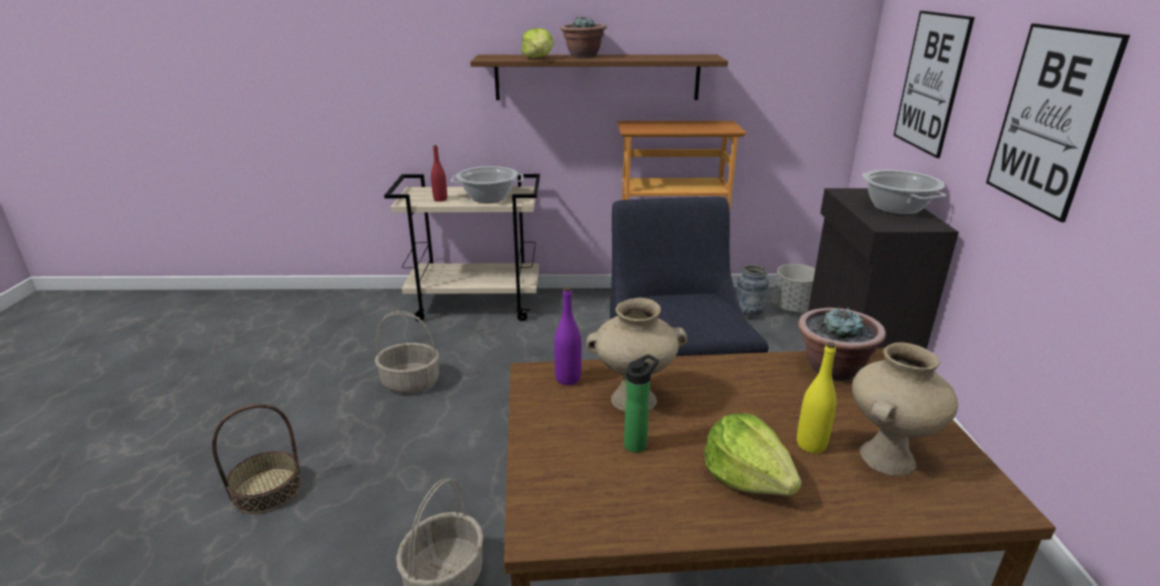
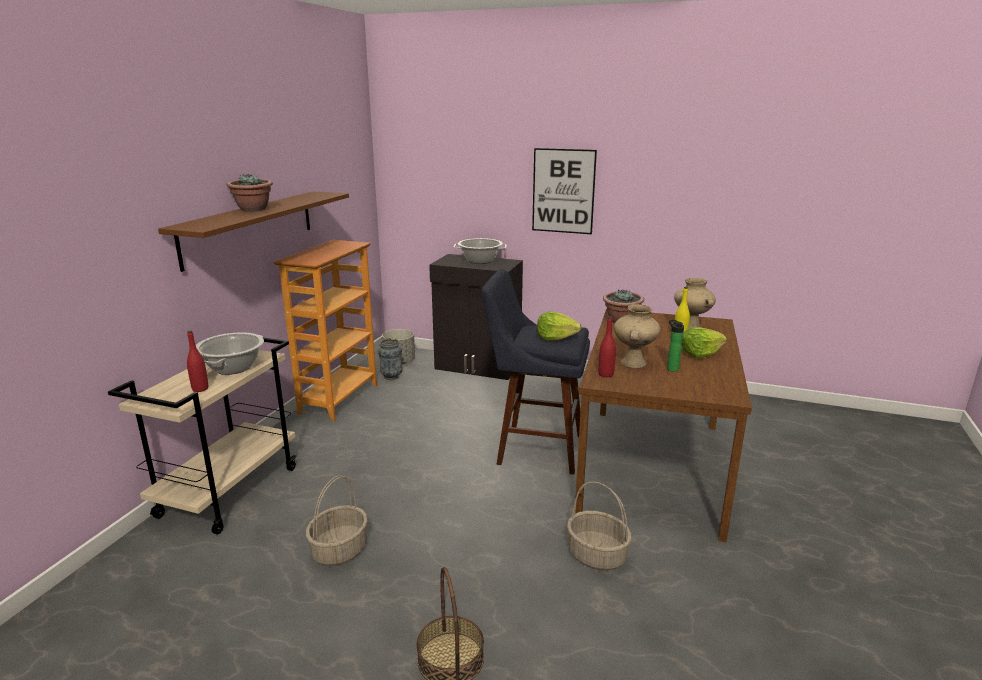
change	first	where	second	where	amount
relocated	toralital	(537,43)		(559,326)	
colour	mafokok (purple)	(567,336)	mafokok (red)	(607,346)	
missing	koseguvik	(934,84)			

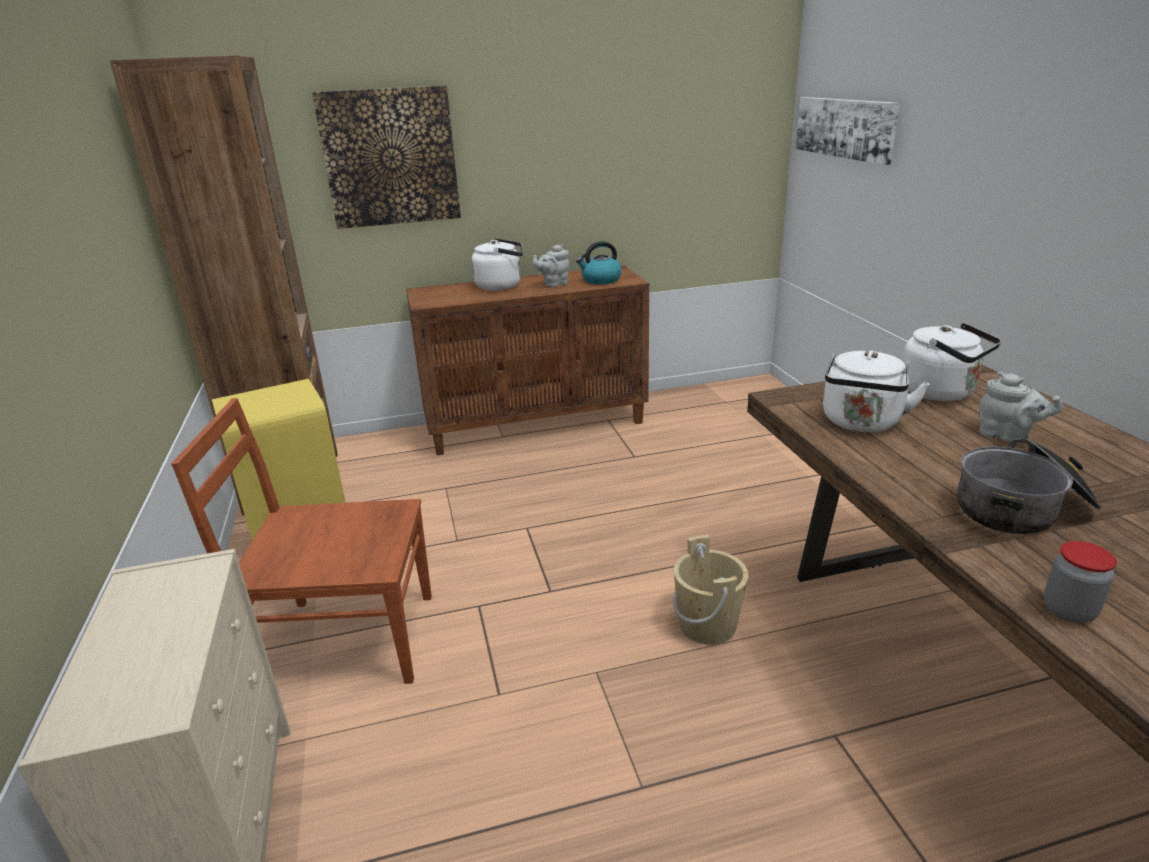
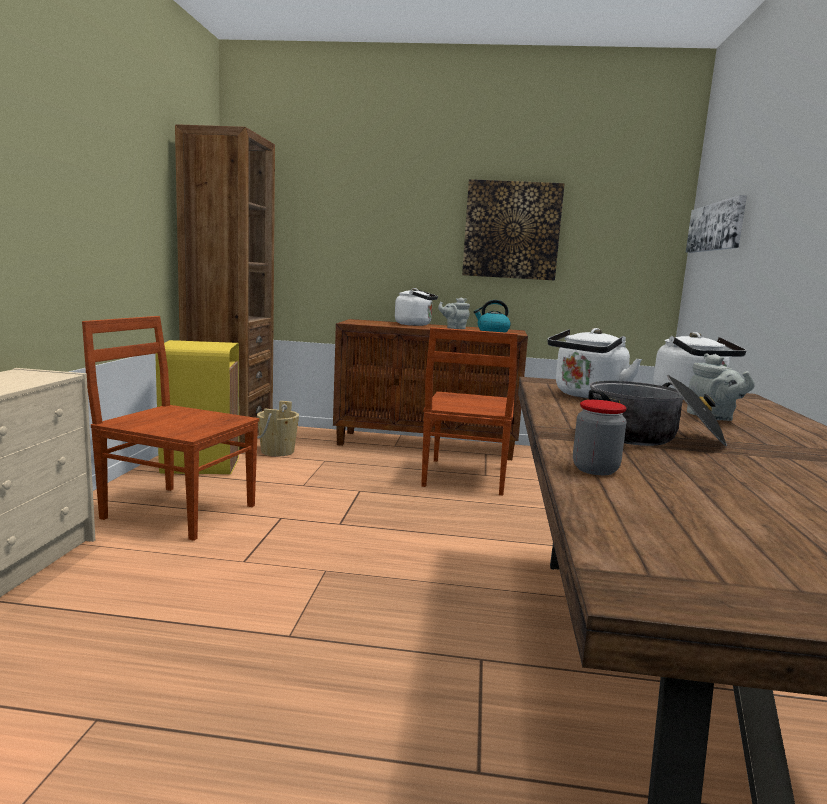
change	first	where	second	where	amount
relocated	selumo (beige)	(711,590)		(278,428)	
appeared			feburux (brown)	(469,411)	
relocated	koseguvik	(386,157)		(513,229)	

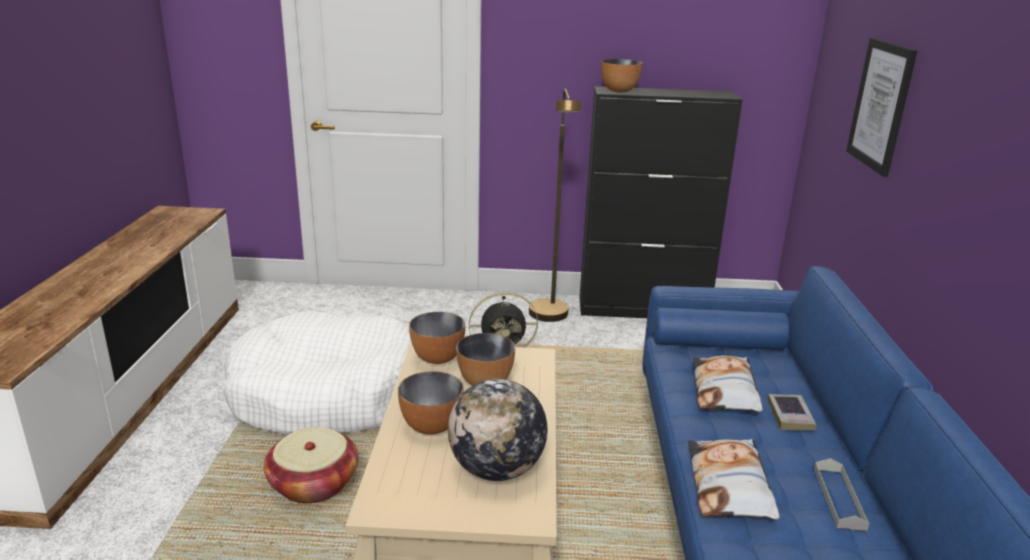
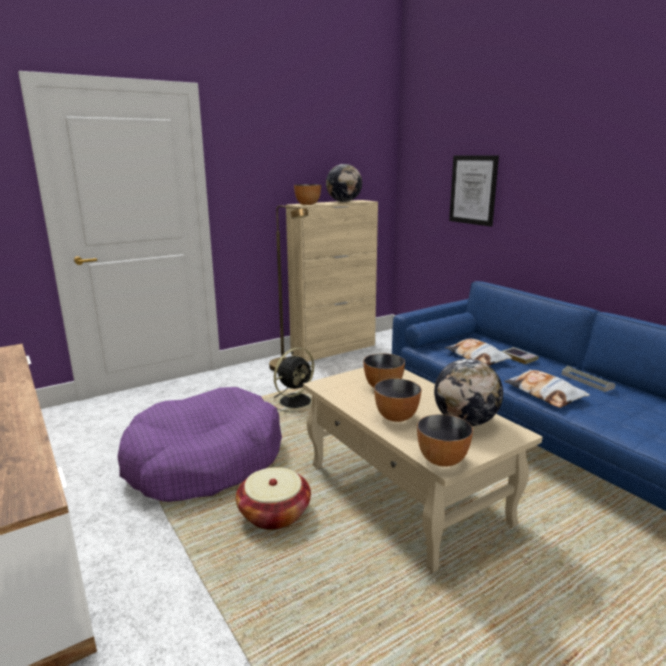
change	first	where	second	where	amount
colour	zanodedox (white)	(317,374)	zanodedox (purple)	(199,444)	
colour	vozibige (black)	(661,202)	vozibige (beige)	(332,281)	
appeared			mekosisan	(344,183)	
relocated	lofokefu	(437,338)		(445,440)	

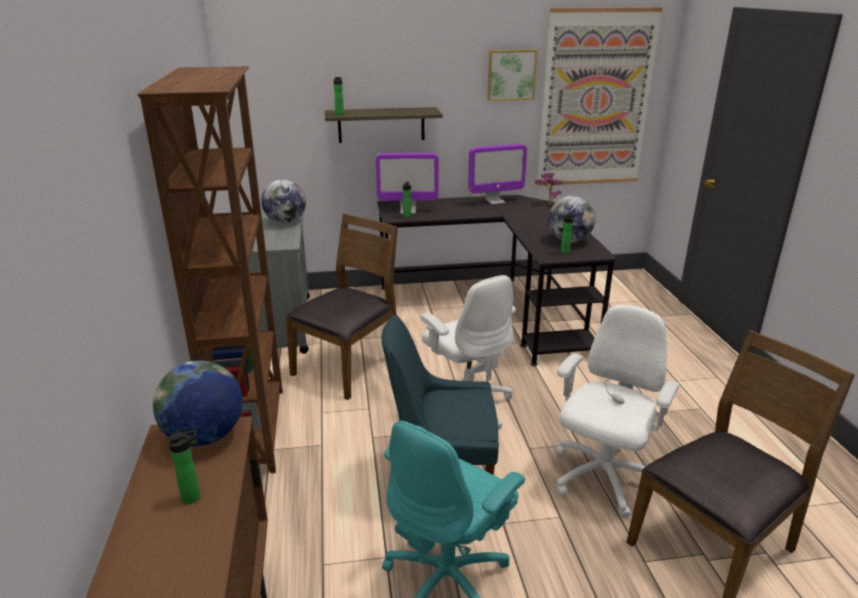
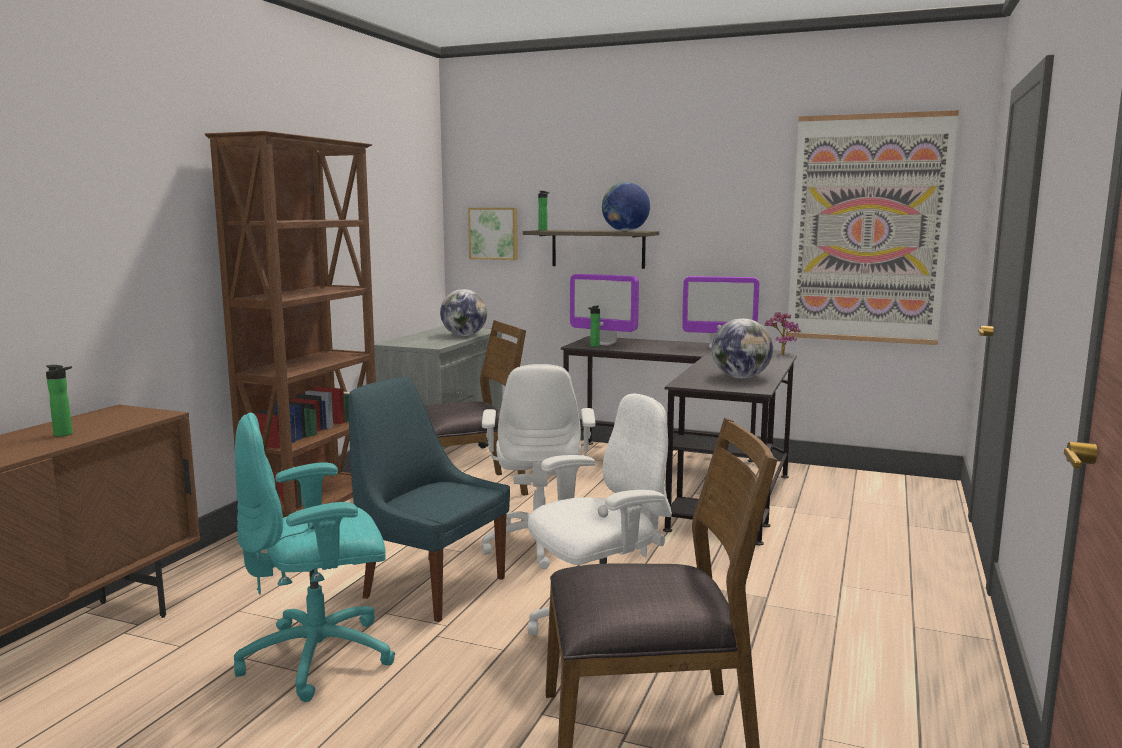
change	first	where	second	where	amount
relocated	koseguvik	(512,75)		(493,234)	
relocated	mekosisan	(198,403)		(626,206)	
missing	mafokok	(567,234)			

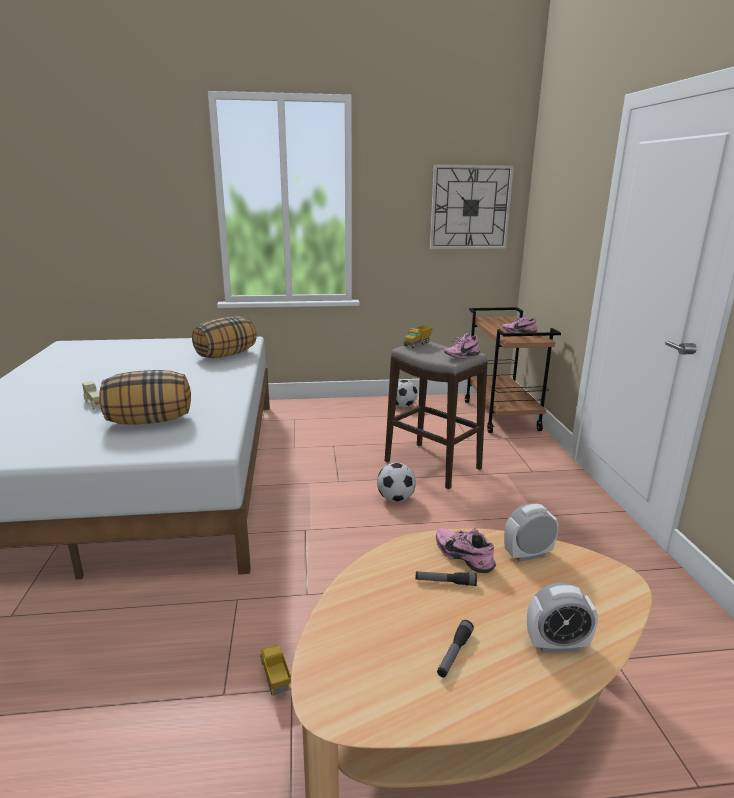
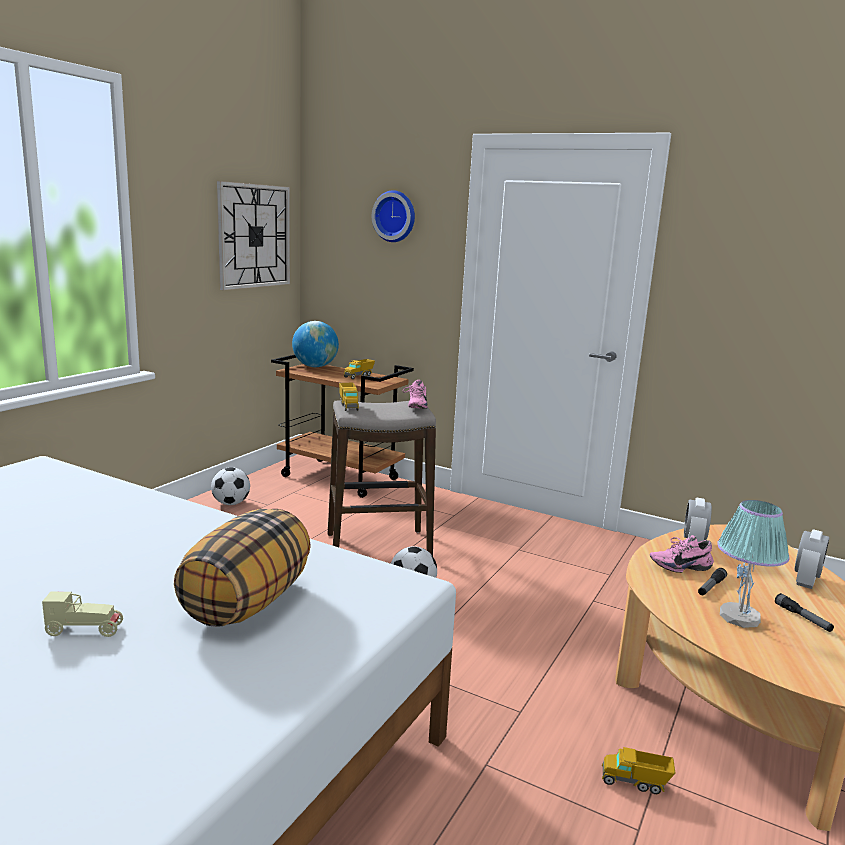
change	first	where	second	where	amount
appeared			mekosisan	(315,344)	
exchanged	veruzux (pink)	(519,323)	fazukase	(359,369)	
appeared			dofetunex	(393,216)	
appeared			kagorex	(753,564)	
missing	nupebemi	(224,337)			

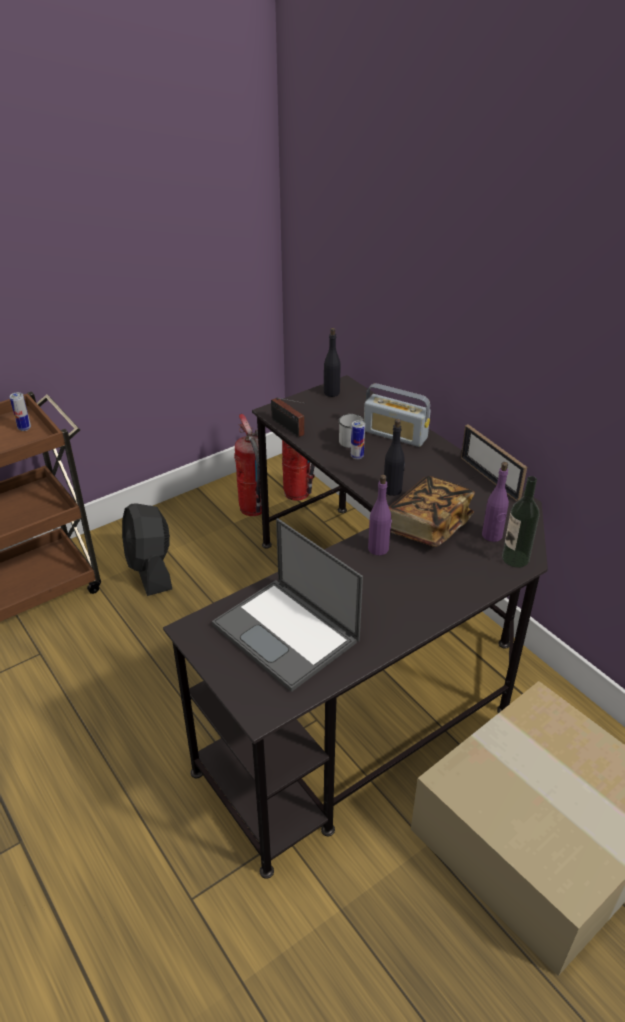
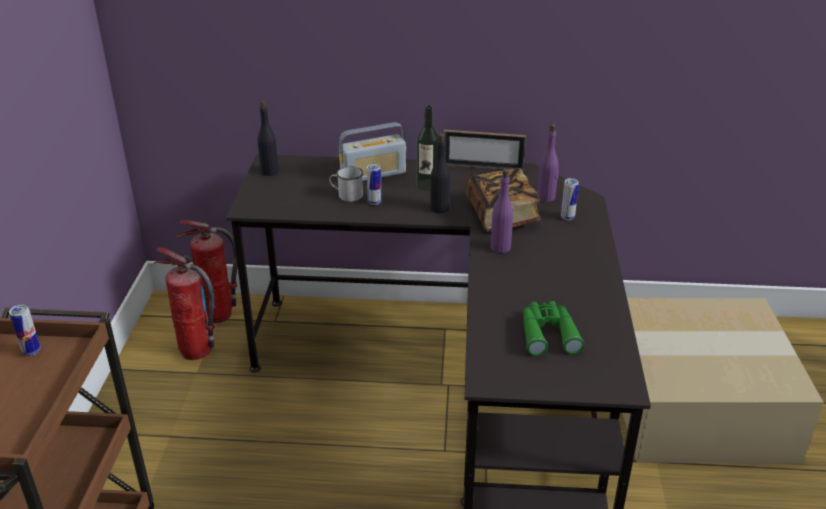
change	first	where	second	where	amount
relocated	mafokok	(521,522)		(427,148)	
exchanged	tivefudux	(287,605)	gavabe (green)	(553,328)	
appeared			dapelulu	(570,199)	
missing	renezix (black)	(147,549)			
missing	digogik	(288,417)			

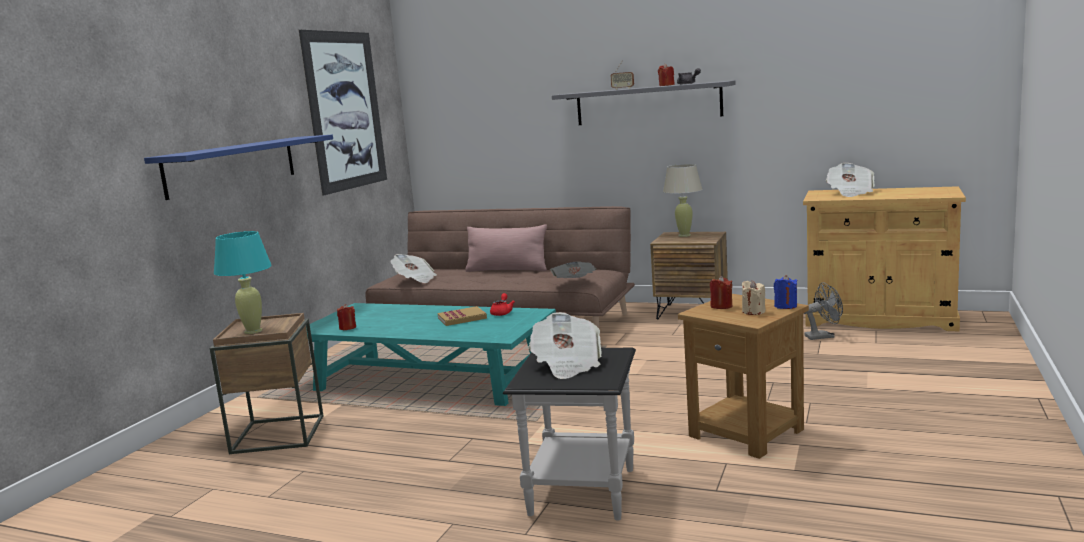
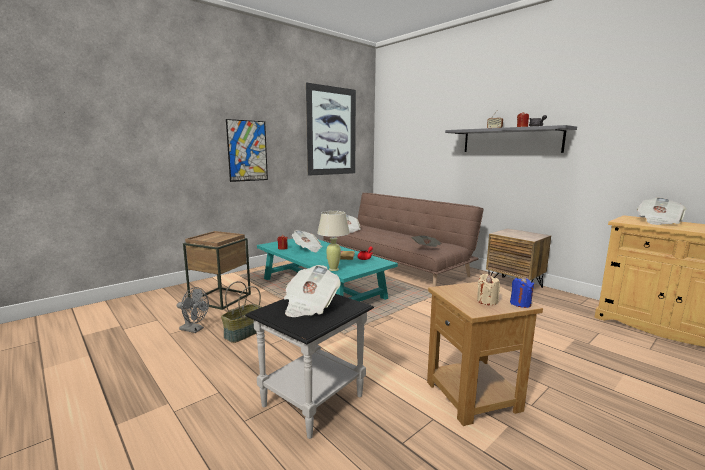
change	first	where	second	where	amount
relocated	renezix (grey)	(823,311)		(193,310)	
appeared			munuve	(241,312)	
exchanged	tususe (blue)	(238,167)	koseguvik	(247,150)	
appeared			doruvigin	(307,241)	
relocated	kagorex (beige)	(682,200)		(333,241)	
missing	kagorex (turquoise)	(243,282)			
missing	nupebemi (pink)	(506,248)			
missing	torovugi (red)	(721,292)			

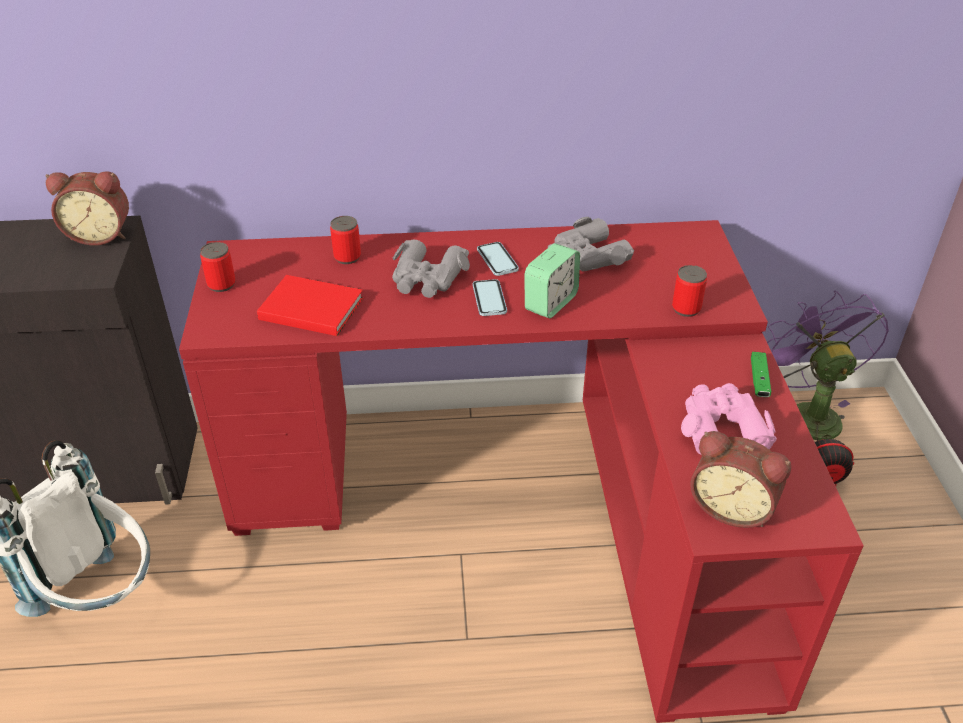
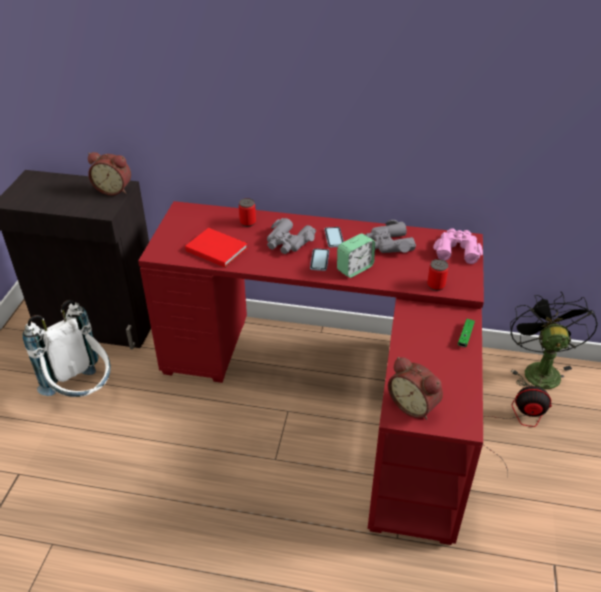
change	first	where	second	where	amount
relocated	gavabe (pink)	(729,419)		(458,246)	
colour	renezix (purple)	(828,366)	renezix (black)	(554,340)	
missing	dapelulu	(218,267)			

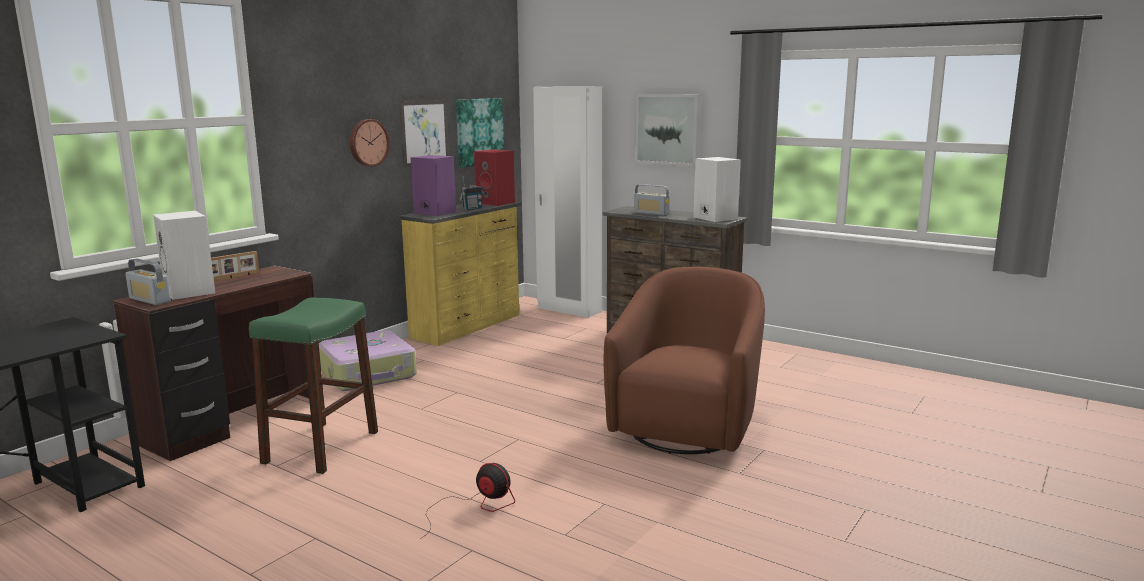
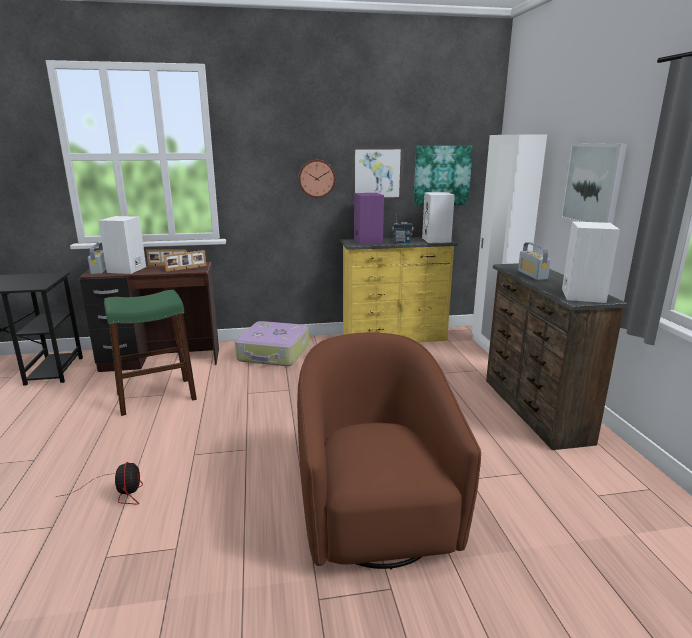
change	first	where	second	where	amount
appeared			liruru	(185,261)	
spun	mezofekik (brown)	(684,360)		(389,450)	75 degrees counterclockwise
colour	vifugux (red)	(494,177)	vifugux (white)	(438,217)	

